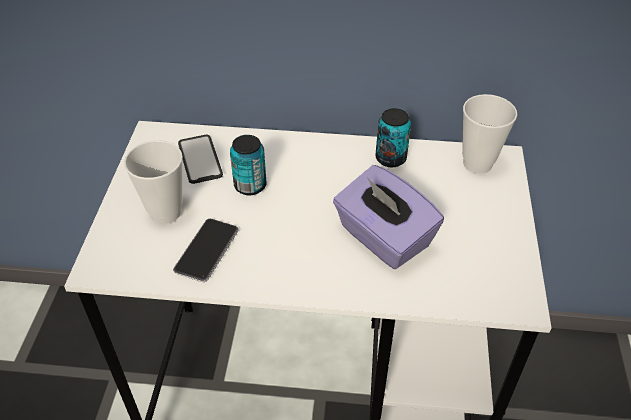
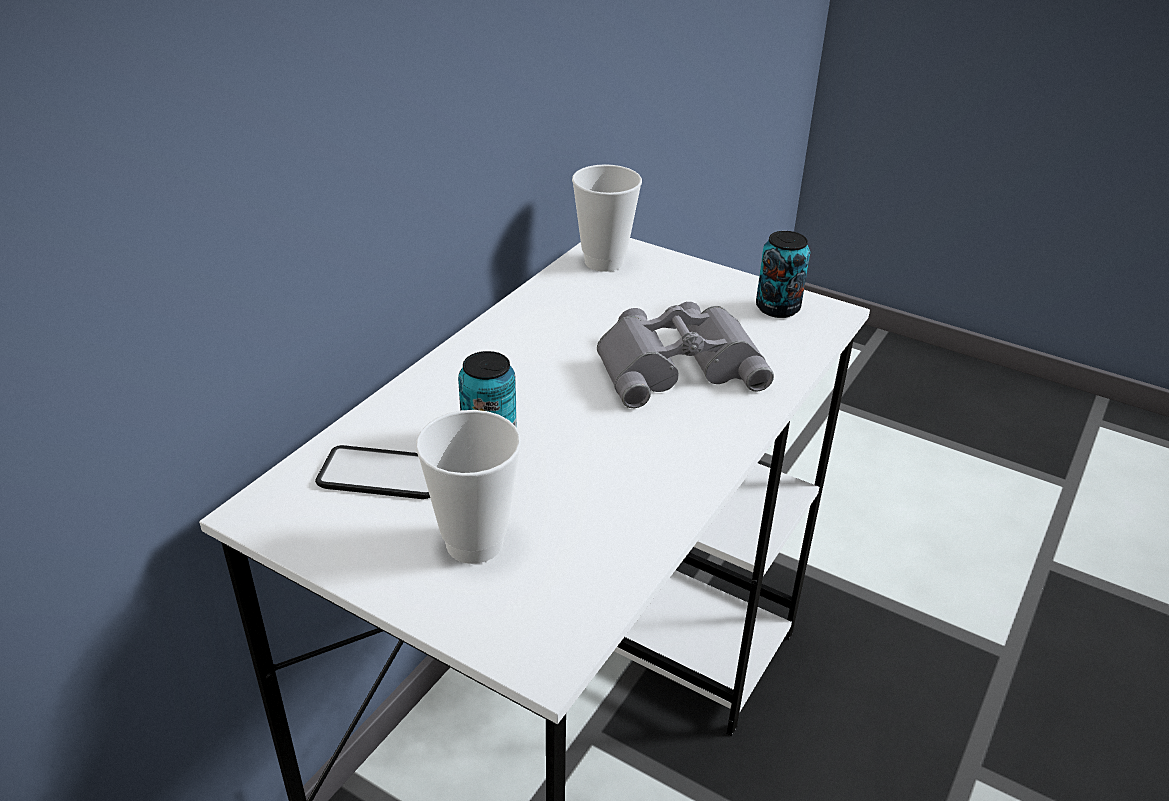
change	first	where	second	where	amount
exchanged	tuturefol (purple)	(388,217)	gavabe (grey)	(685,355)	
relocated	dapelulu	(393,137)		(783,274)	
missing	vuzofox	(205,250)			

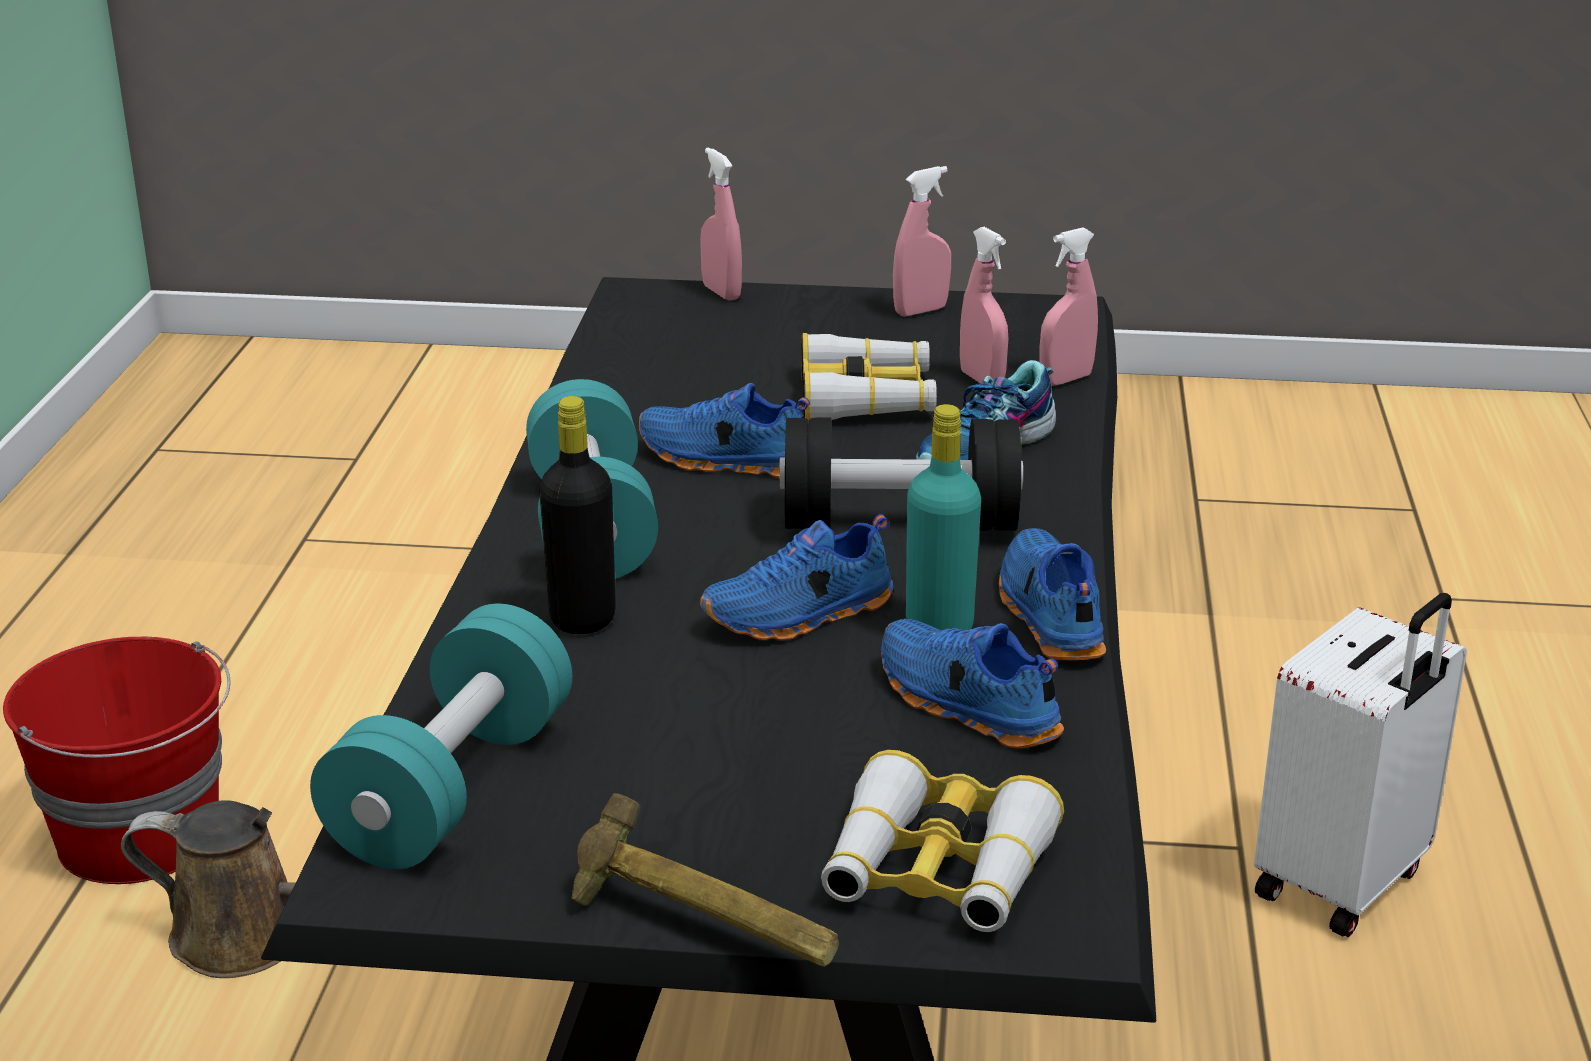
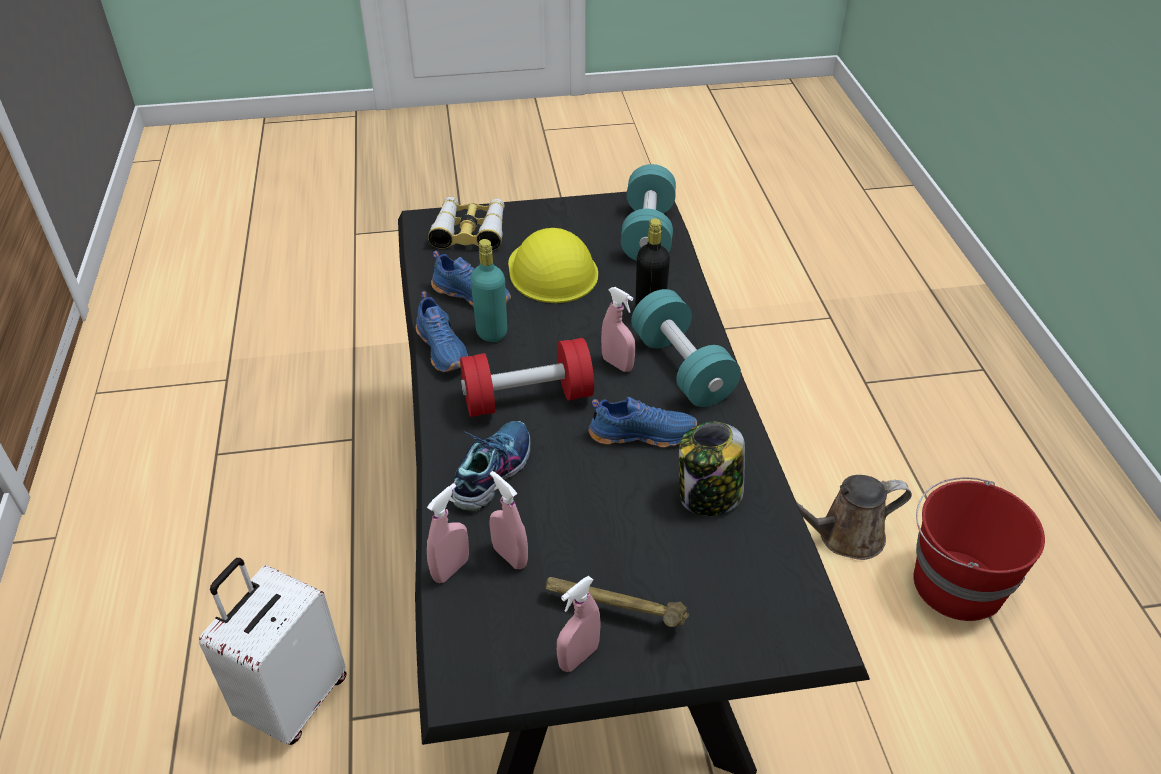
change	first	where	second	where	amount
colour	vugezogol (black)	(901,474)	vugezogol (red)	(527,377)	
appeared			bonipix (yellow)	(553,265)	
relocated	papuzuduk	(705,880)		(617,602)	
relocated	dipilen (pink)	(721,224)		(618,329)	
appeared			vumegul	(712,469)	
missing	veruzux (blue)	(796,577)			
missing	gavabe	(869,376)			

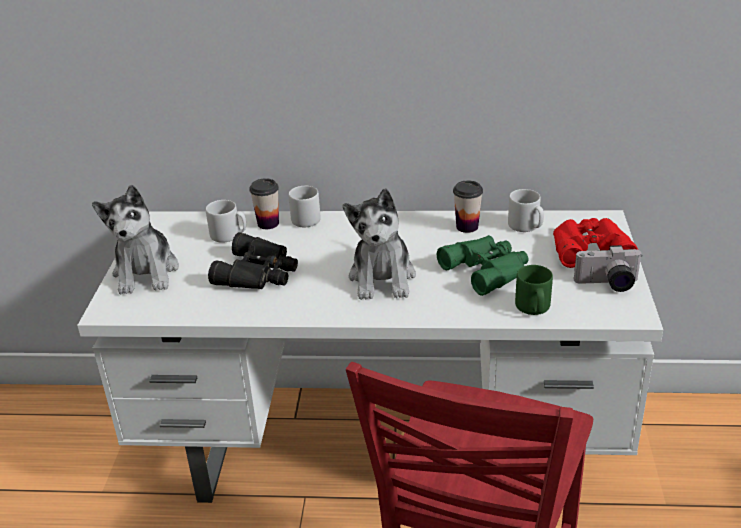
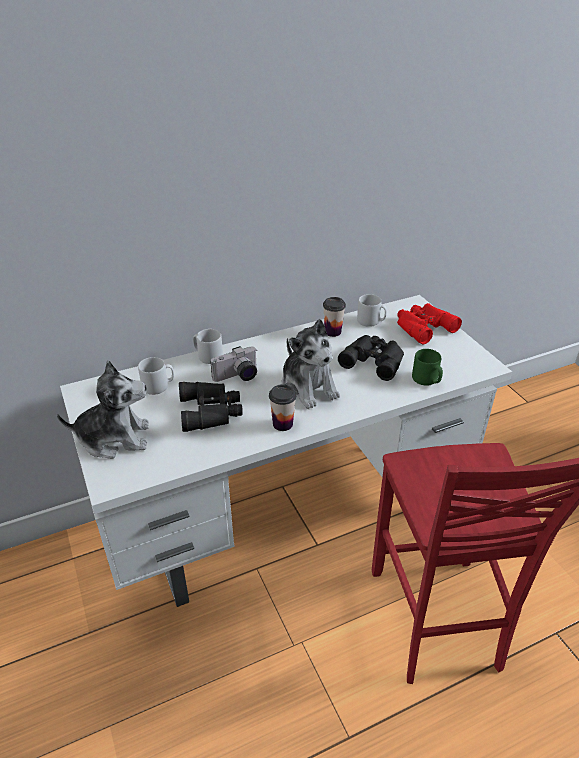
change	first	where	second	where	amount
spun	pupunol	(135,239)		(103,409)	60 degrees counterclockwise
relocated	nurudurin	(608,268)		(233,364)	
relocated	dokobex	(264,203)		(283,407)	
colour	gavabe (green)	(482,265)	gavabe (black)	(371,358)	

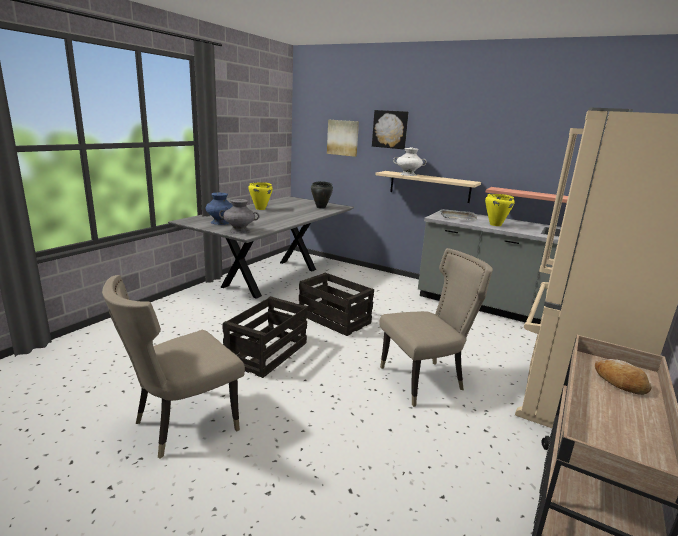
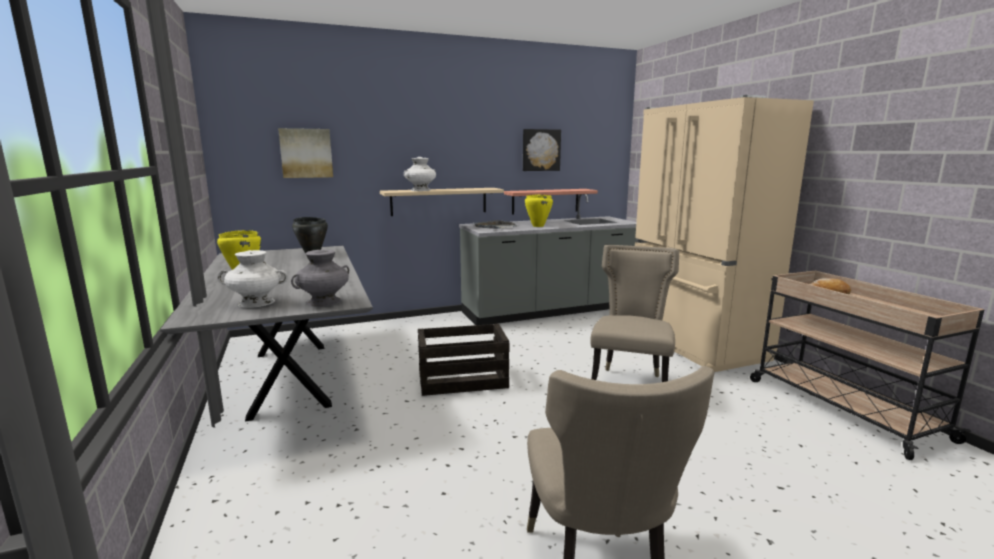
change	first	where	second	where	amount
colour	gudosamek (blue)	(219,208)	gudosamek (white)	(252,279)	
relocated	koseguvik	(390,129)		(542,150)	
missing	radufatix	(265,337)			

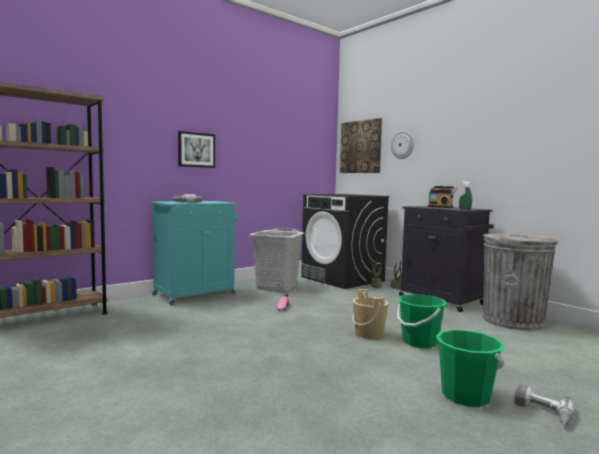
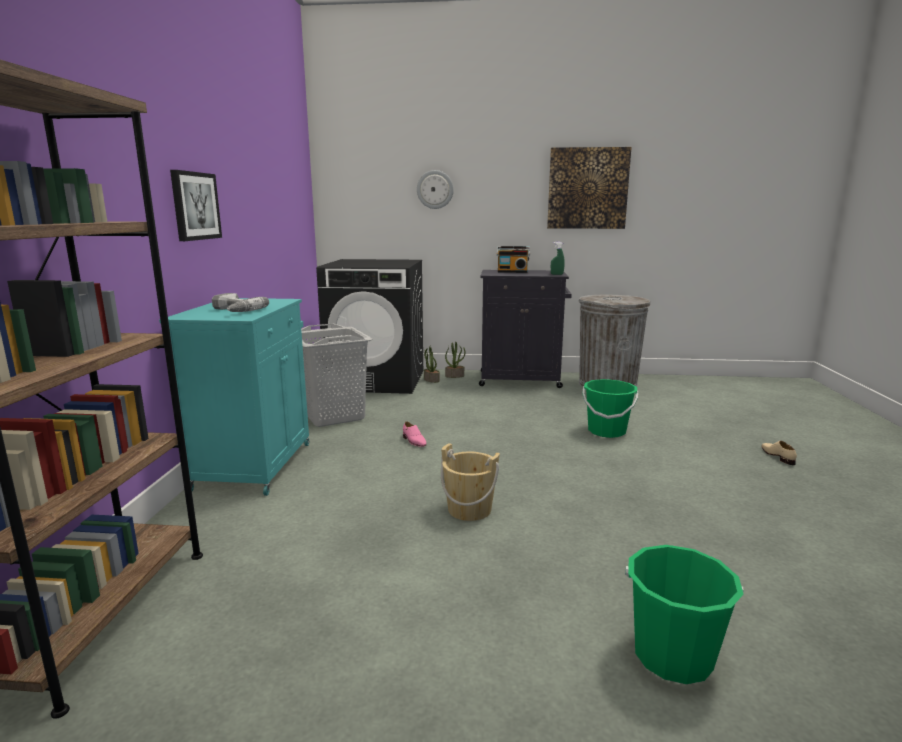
change	first	where	second	where	amount
relocated	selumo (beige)	(370,314)		(470,482)	
relocated	koseguvik	(361,145)		(589,188)	
relocated	selumo (green)	(470,368)		(684,614)	
exchanged	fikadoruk	(544,404)	veruzux (beige)	(779,453)	

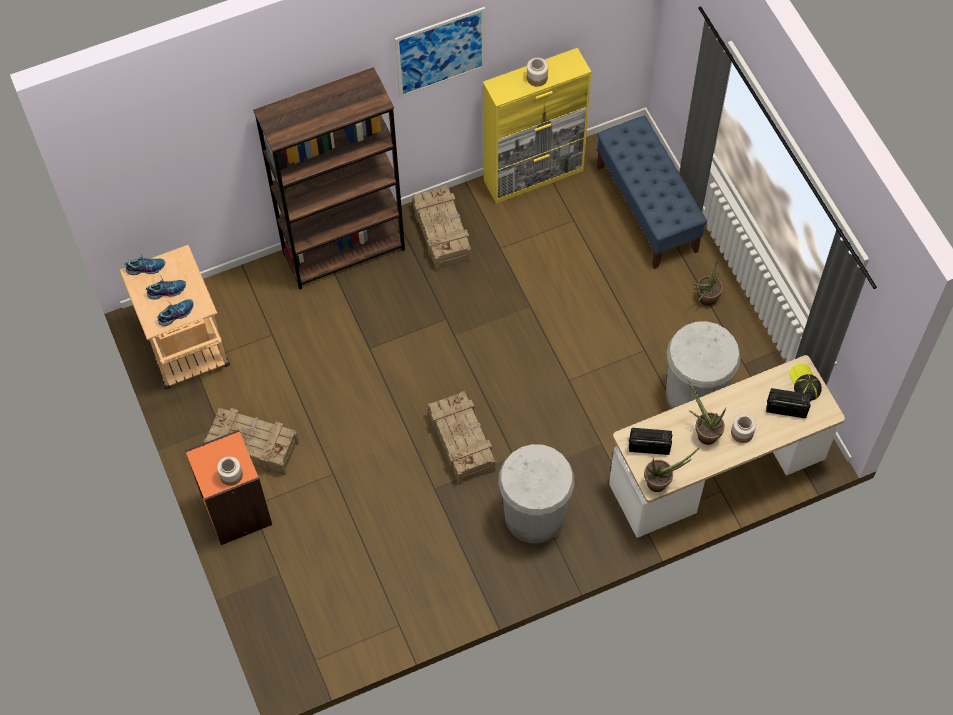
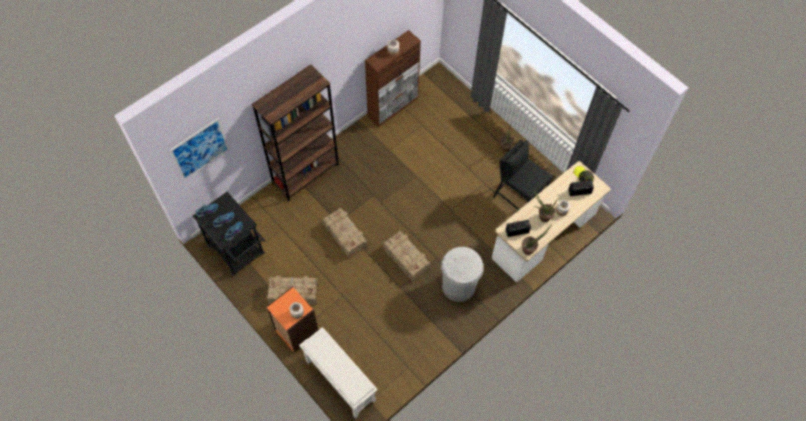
change	first	where	second	where	amount
relocated	koseguvik	(440,52)		(199,149)	
colour	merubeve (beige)	(174,317)	merubeve (black)	(228,234)	
appeared			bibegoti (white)	(338,373)	
relocated	radufatix	(441,228)		(345,233)	
colour	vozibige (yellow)	(537,126)	vozibige (brown)	(393,78)	
exchanged	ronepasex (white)	(703,365)	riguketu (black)	(523,174)	
missing	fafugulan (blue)	(652,192)			

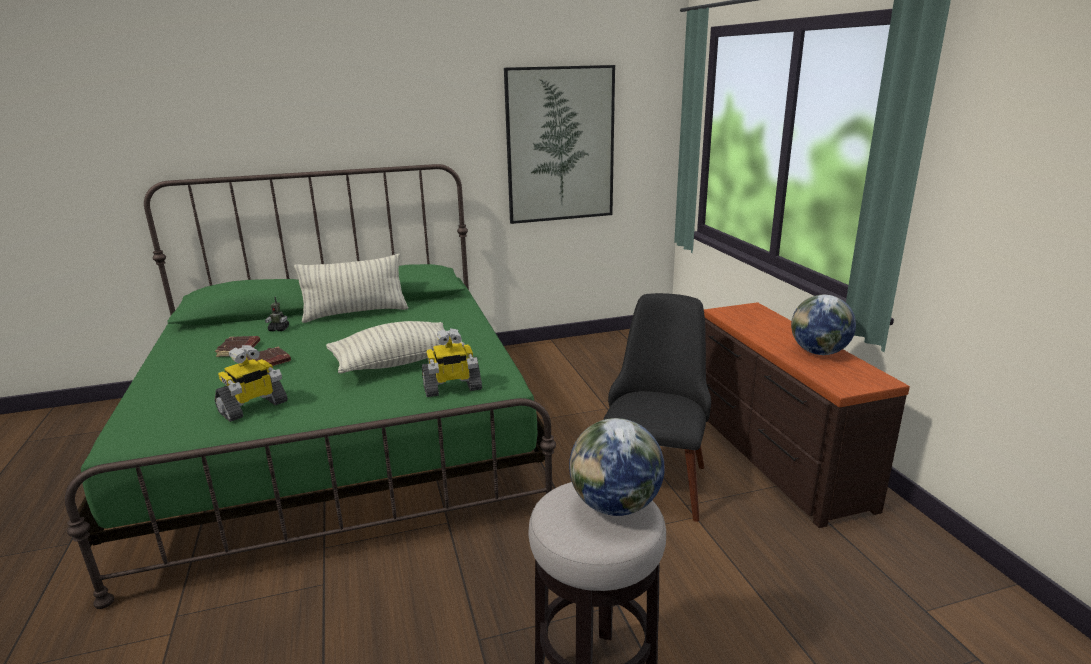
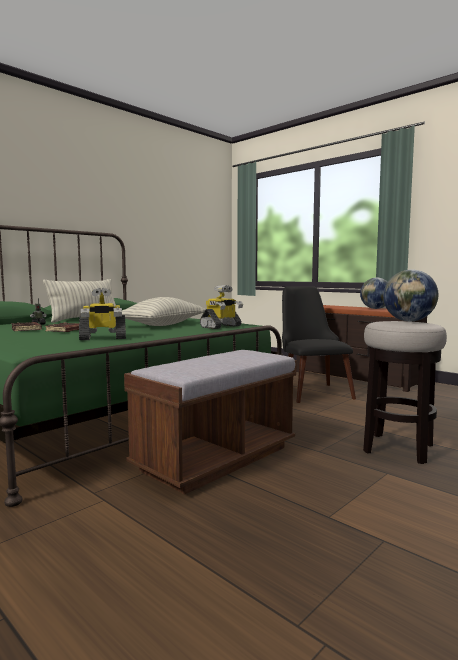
change	first	where	second	where	amount
spun	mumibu	(251,383)		(102,314)	60 degrees clockwise
appeared			fafugulan (brown)	(210,422)	
missing	koseguvik	(559,144)			

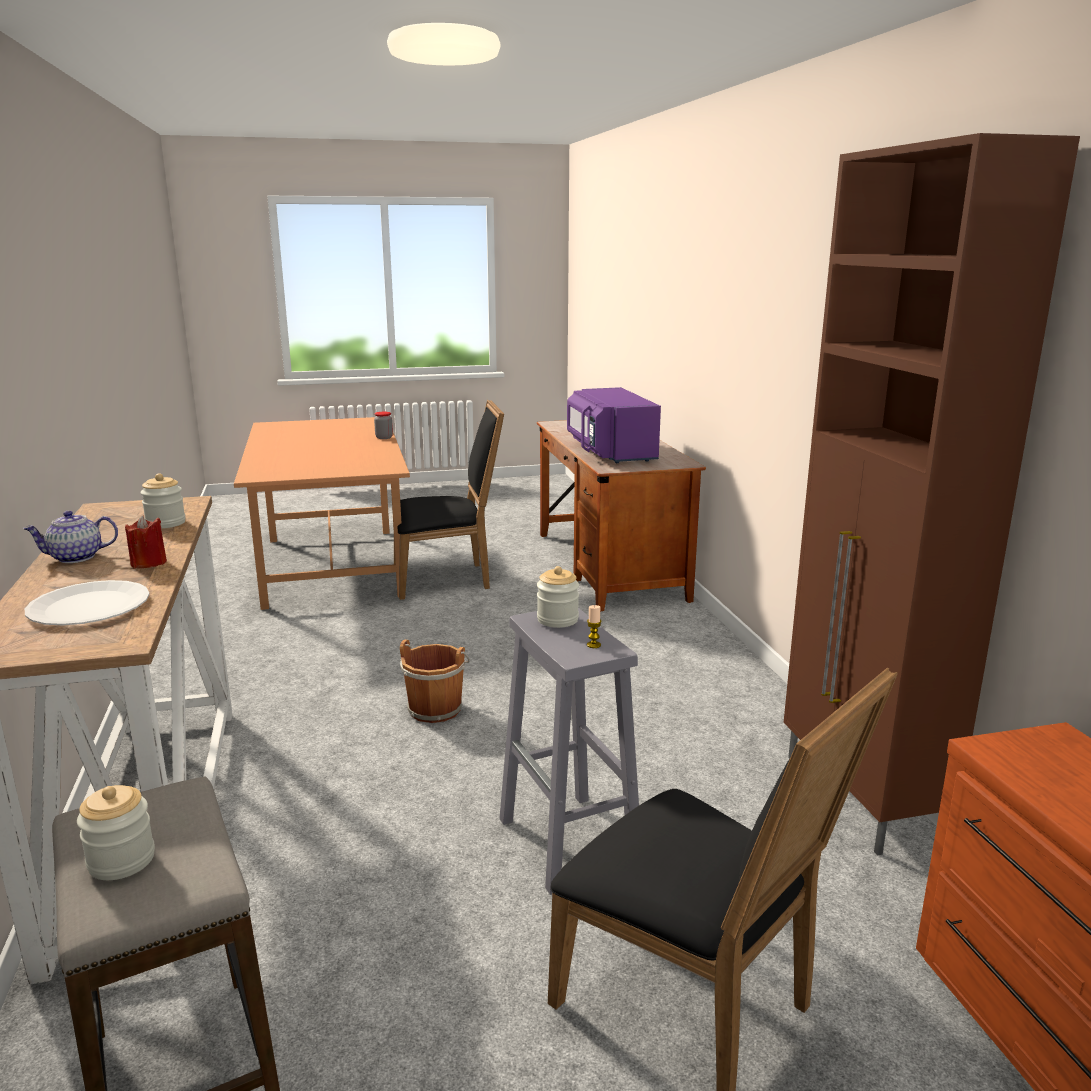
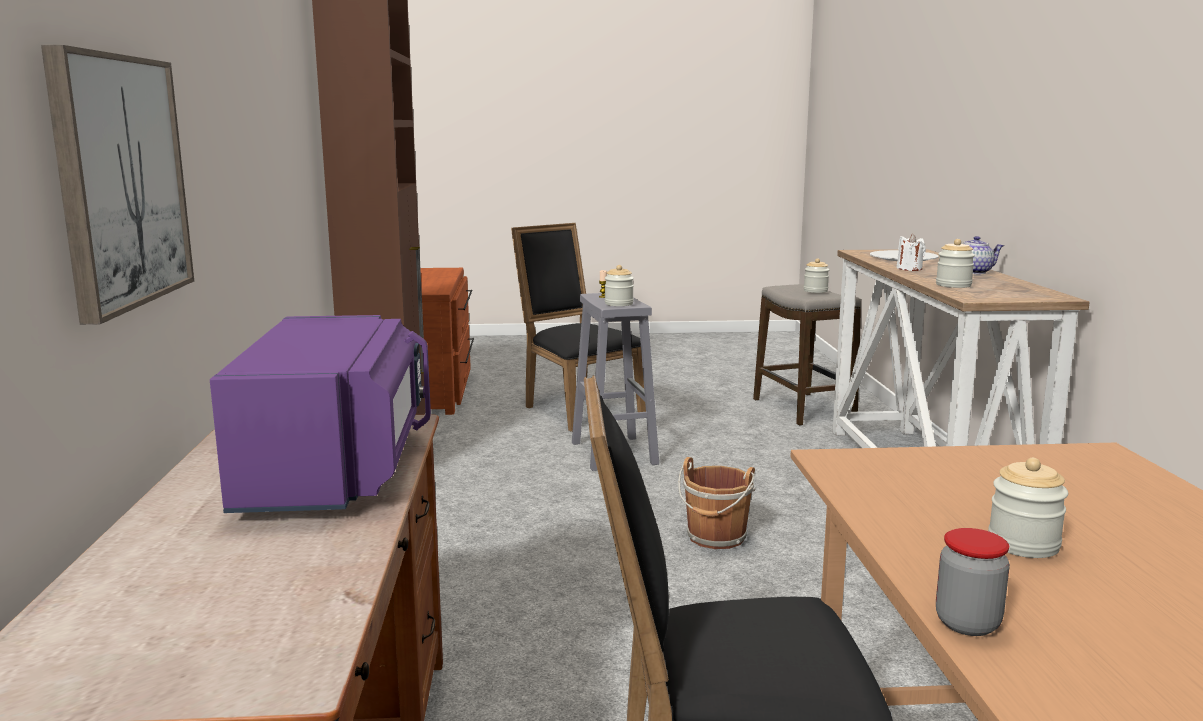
change	first	where	second	where	amount
appeared			koseguvik	(117,185)	
colour	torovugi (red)	(146,541)	torovugi (white)	(911,252)	
appeared			vumegul	(1028,508)	

